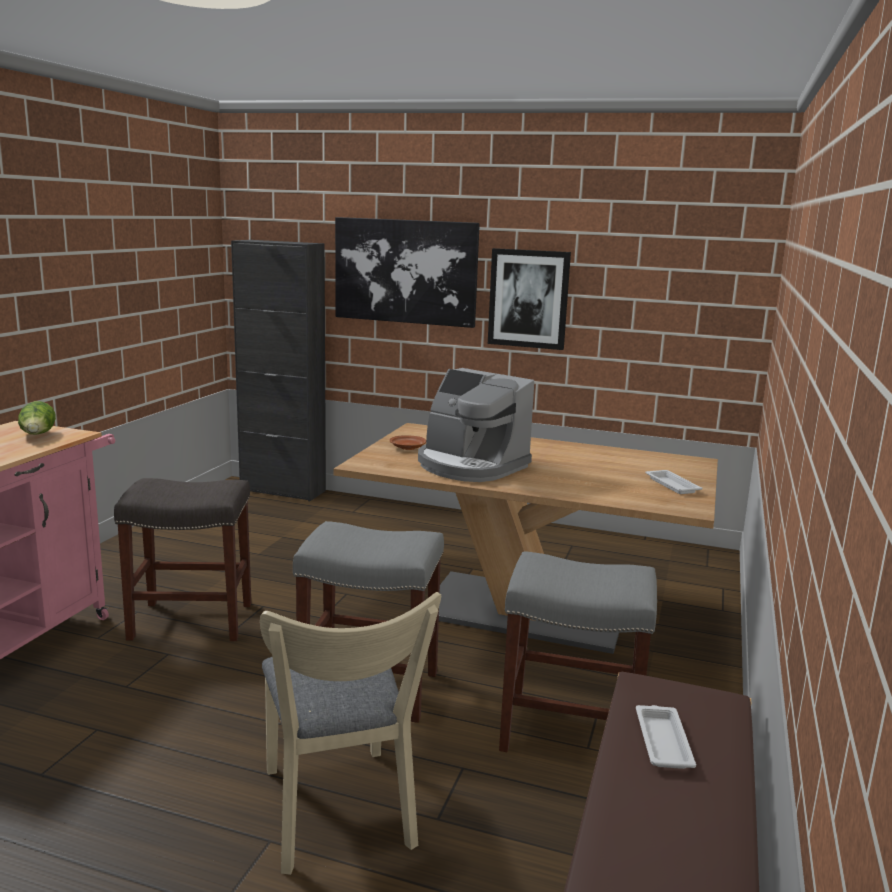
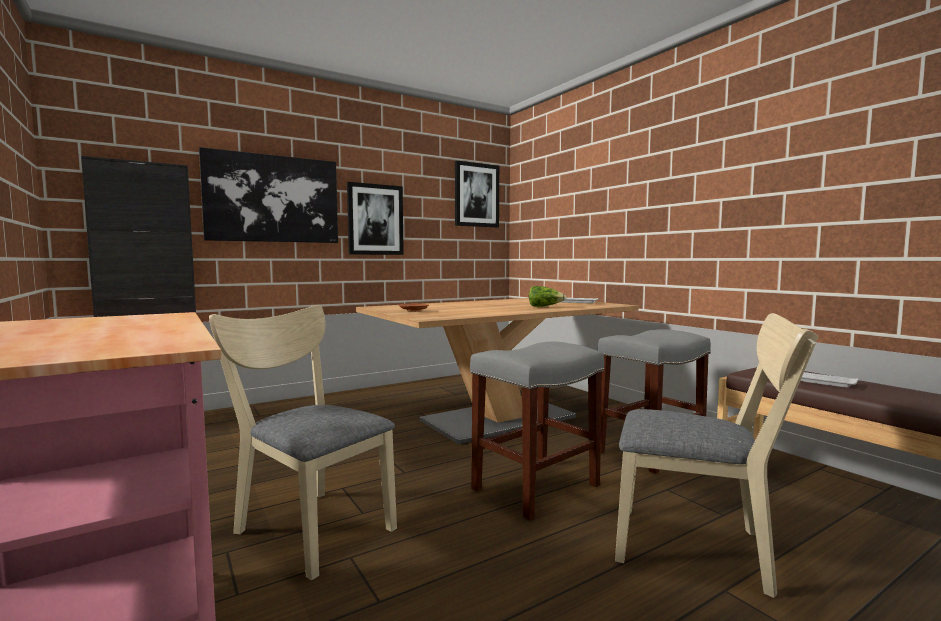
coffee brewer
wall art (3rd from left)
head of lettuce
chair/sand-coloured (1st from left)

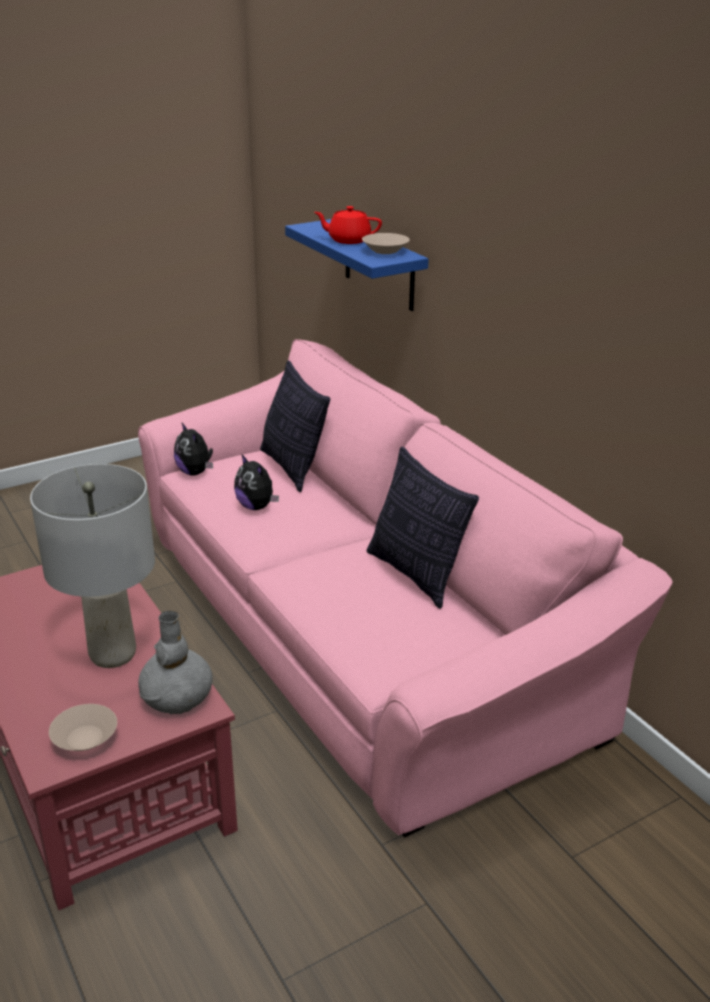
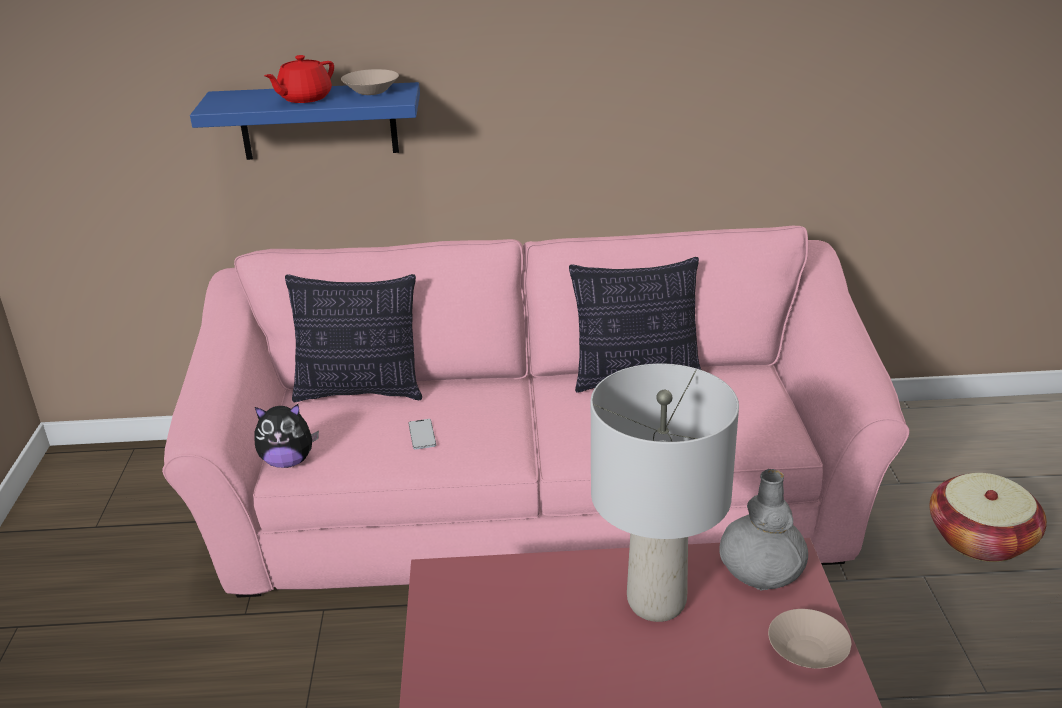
household basket
telephone

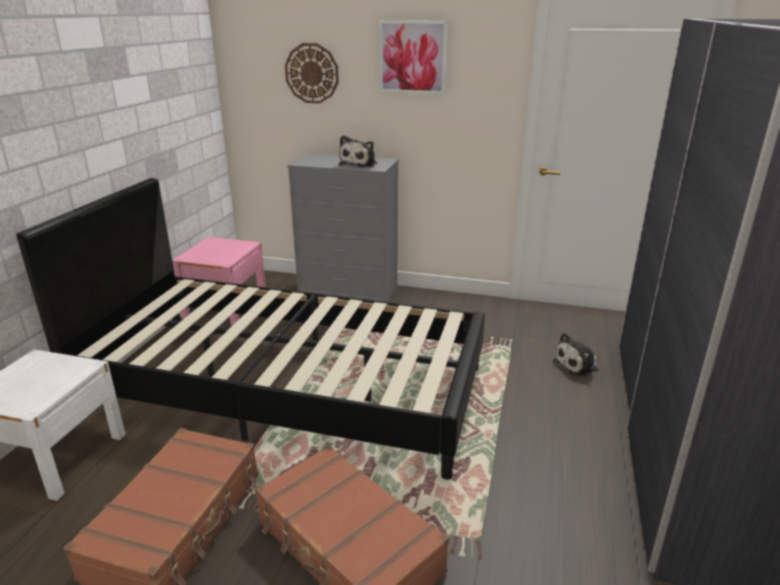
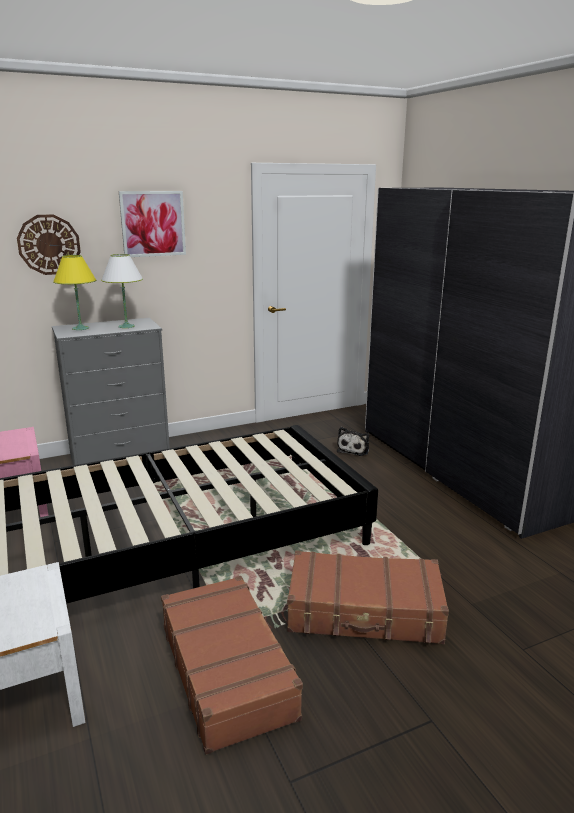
tabletop lamp/yellow
tabletop lamp/whitish

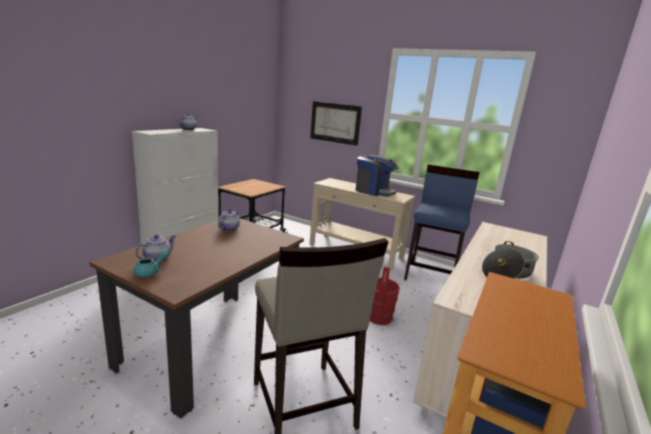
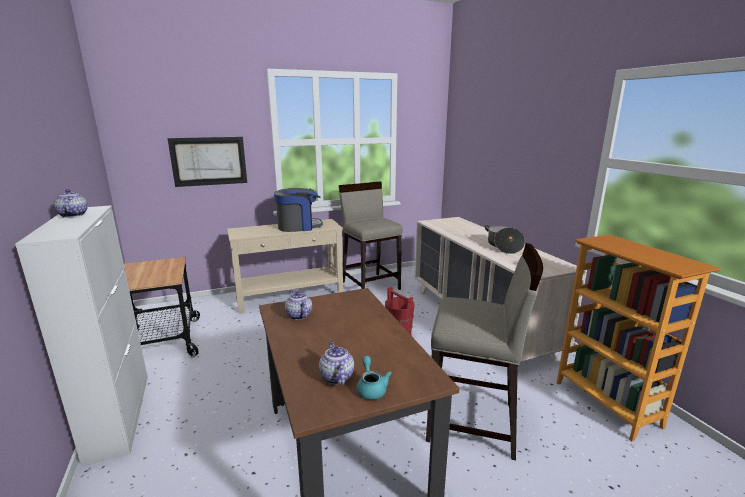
sitting stool/sand-coloured (1st from left)

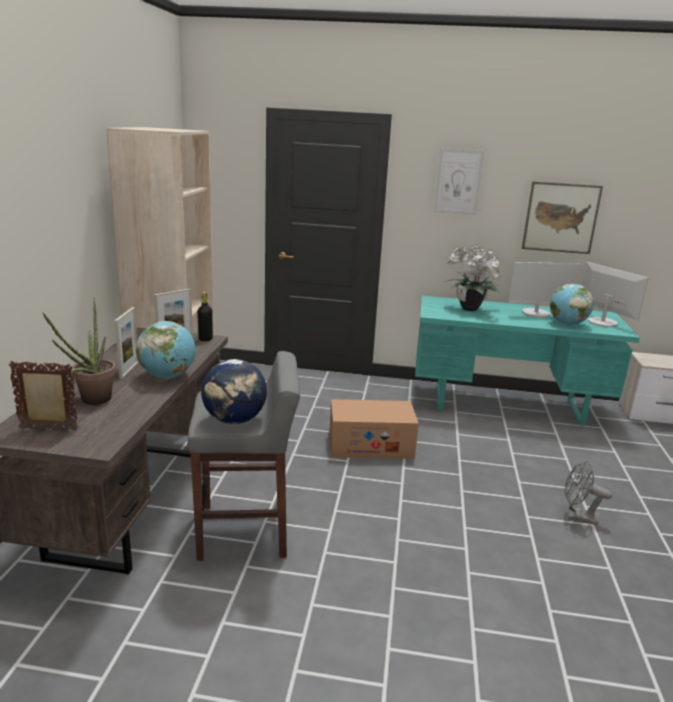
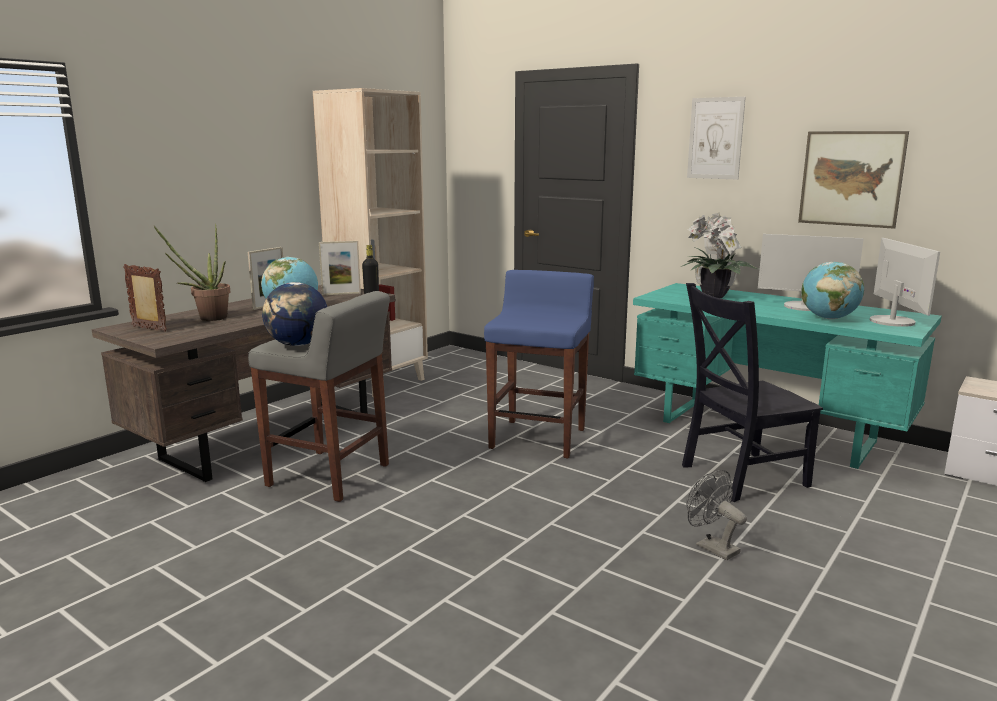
chair/blackish
sitting stool/blue

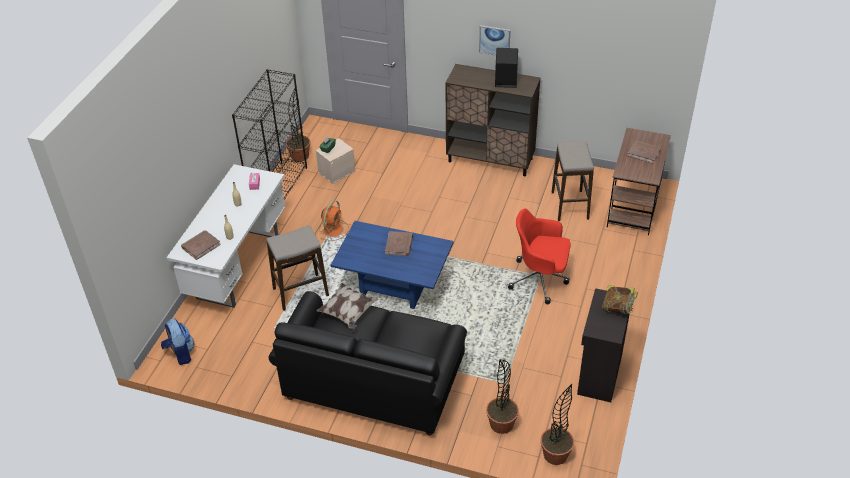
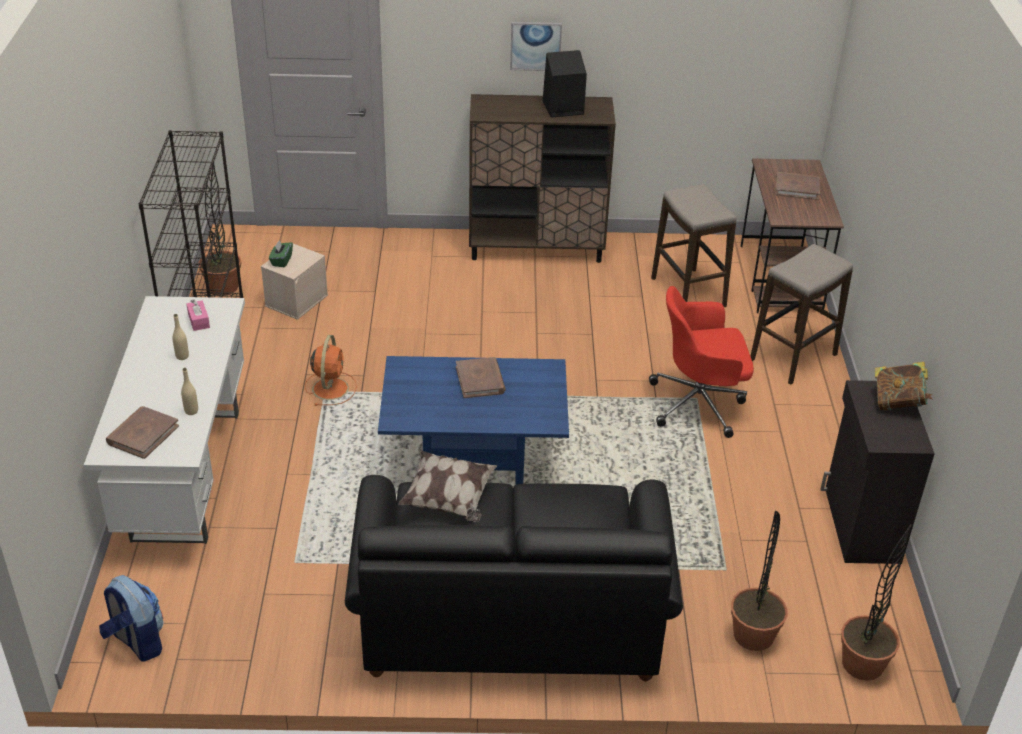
sitting stool (2nd from left)

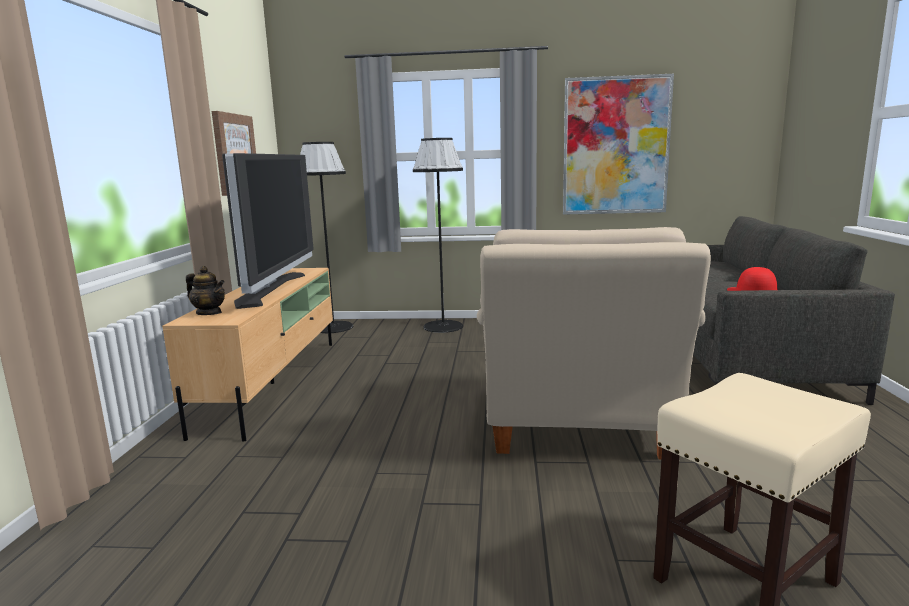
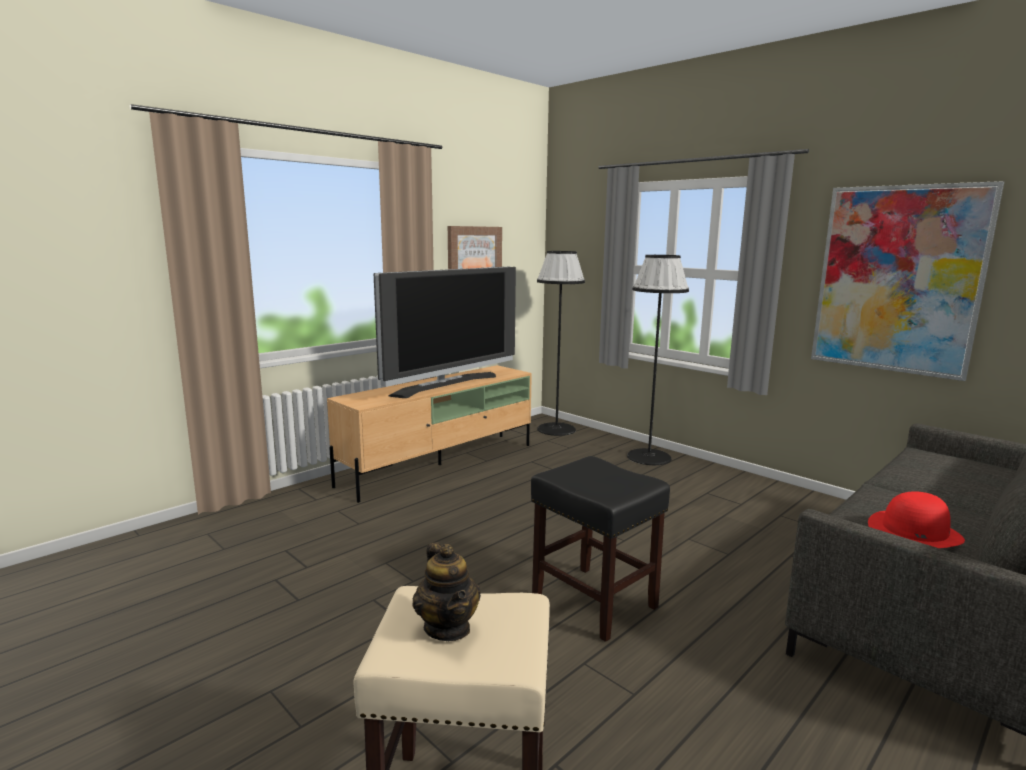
pot for tea
sitting stool/blackish

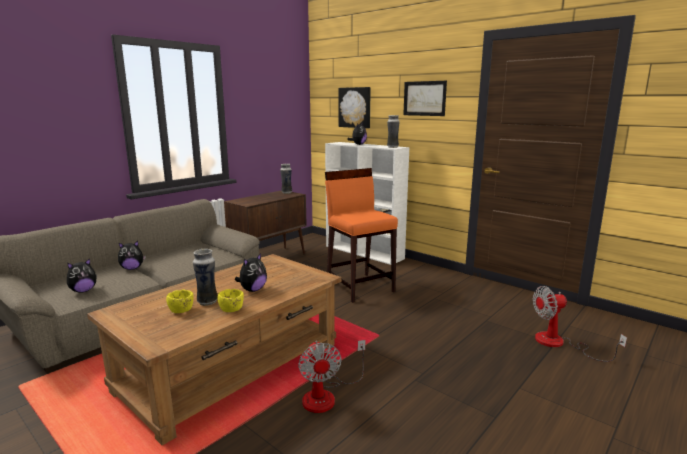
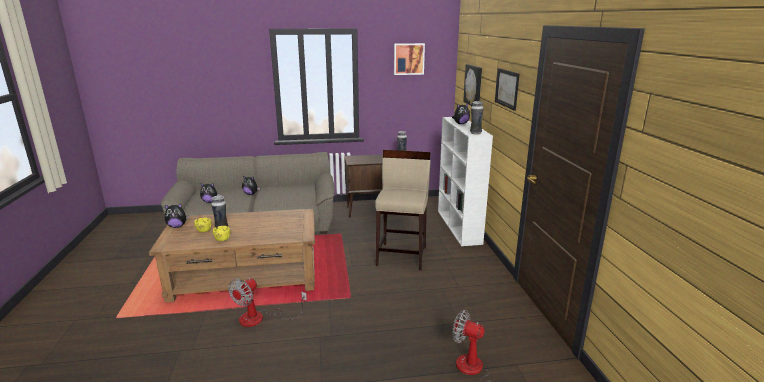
wall art (1st from left)
plush toy (1st from left)
sitting stool/sand-coloured

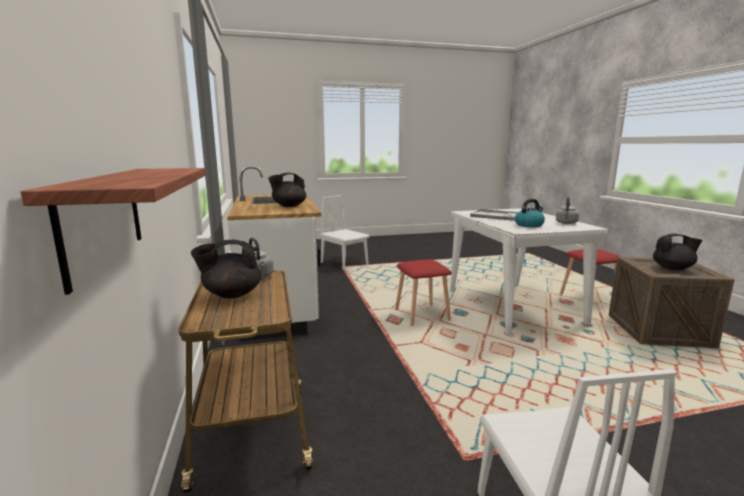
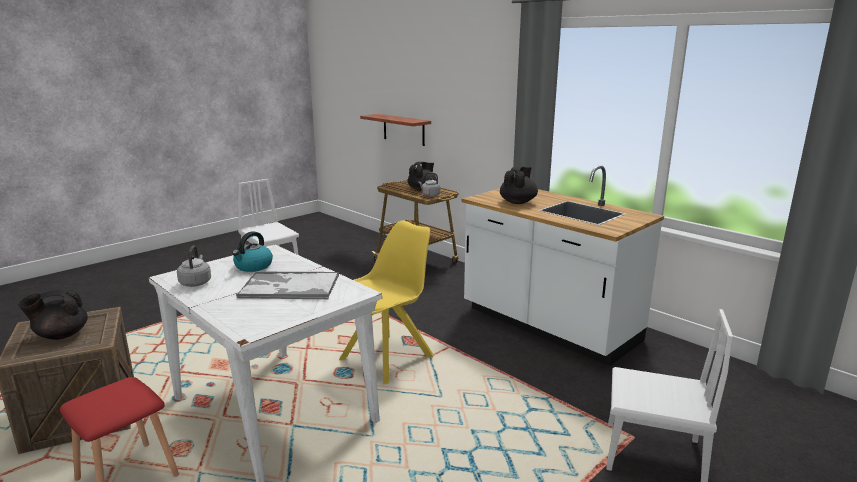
chair/yellow

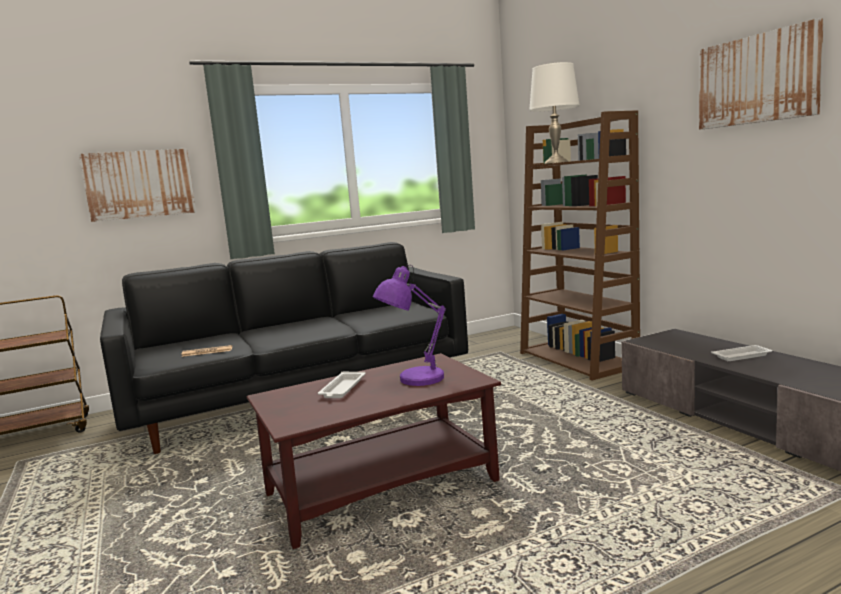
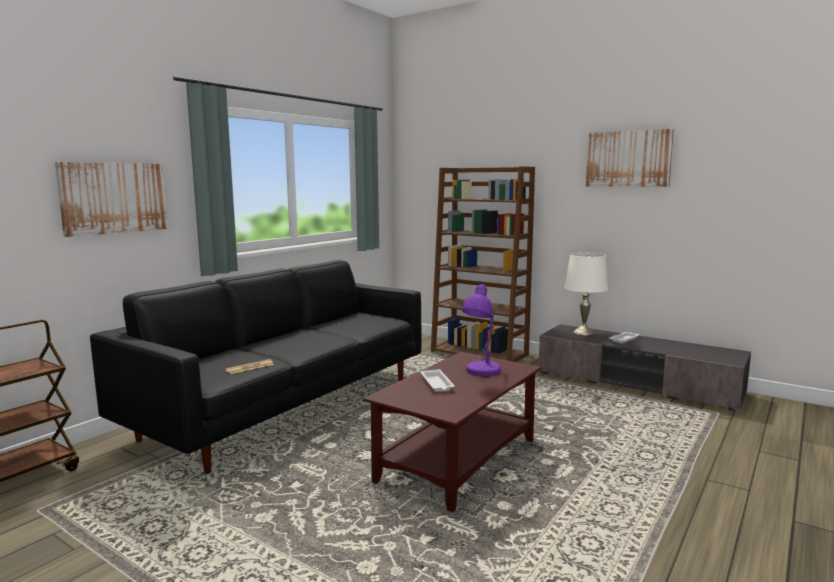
tabletop lamp/whitish

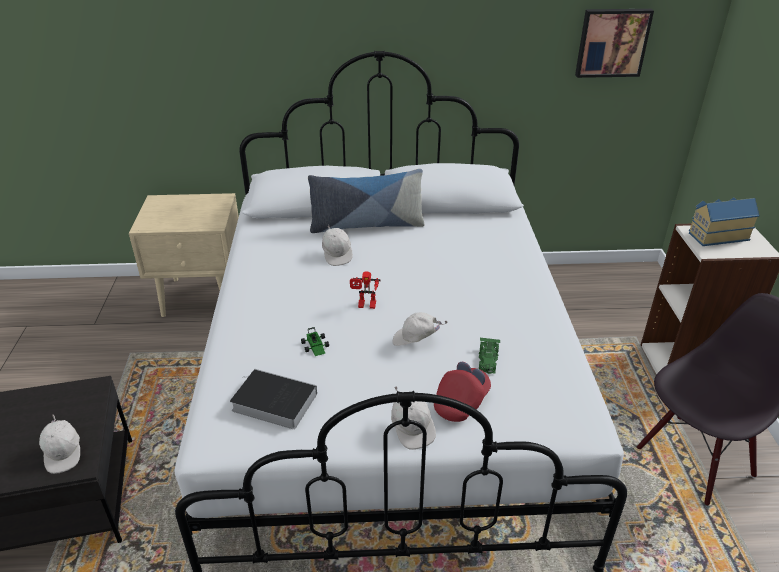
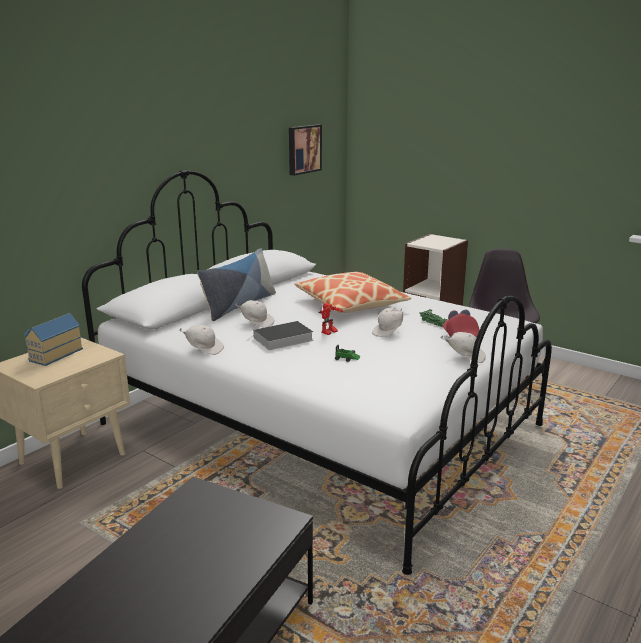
cushion (2nd from left)
cap/whitish (1st from left)
bound book
miniature house

